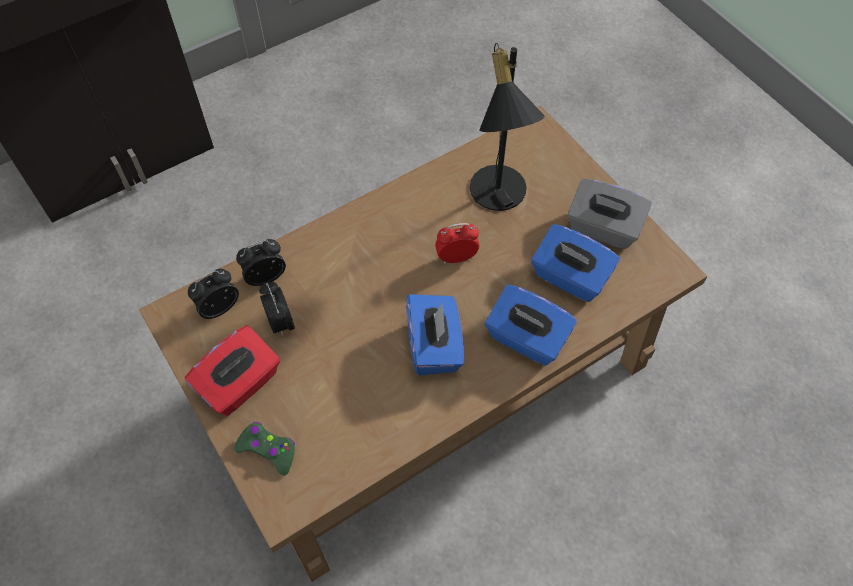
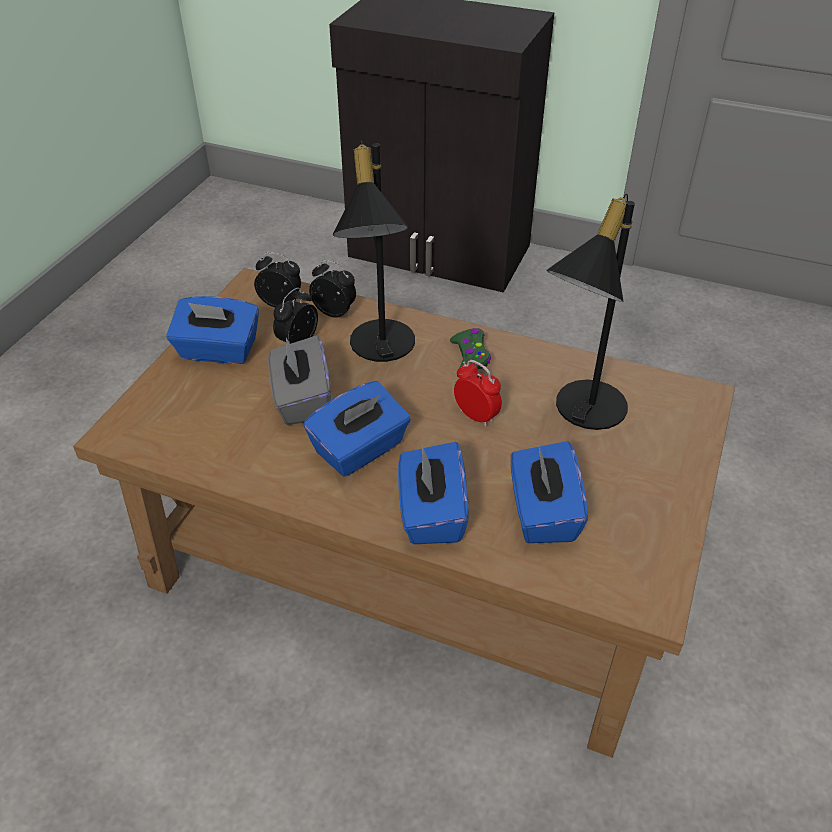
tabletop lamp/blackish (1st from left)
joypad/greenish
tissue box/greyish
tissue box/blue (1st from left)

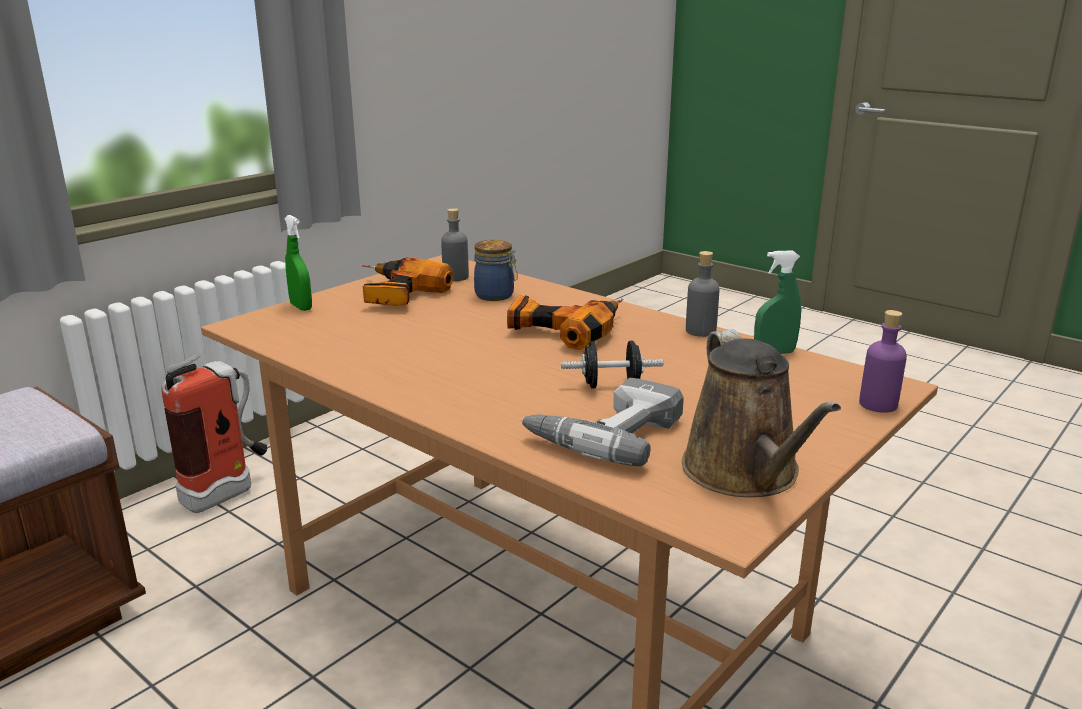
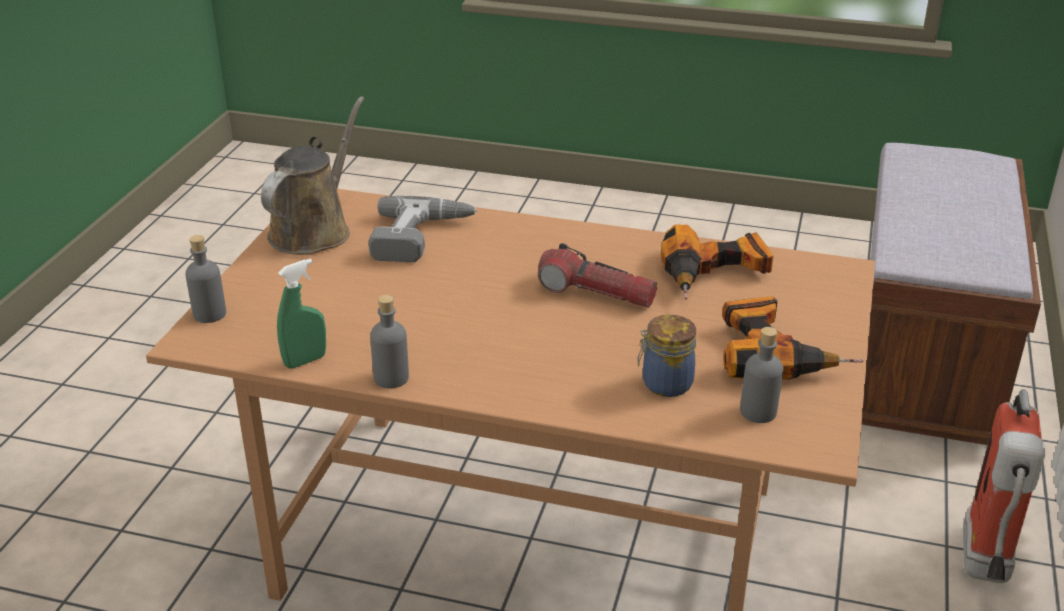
hand sprayer/greenish (1st from left in the first image)
hand weight/blackish
torch
drill (2nd from left)
beverage bottle/greyish (1st from left)
watering can/brown-coloured

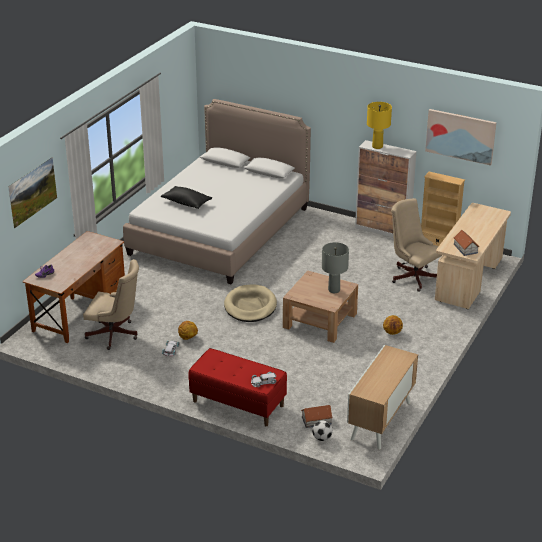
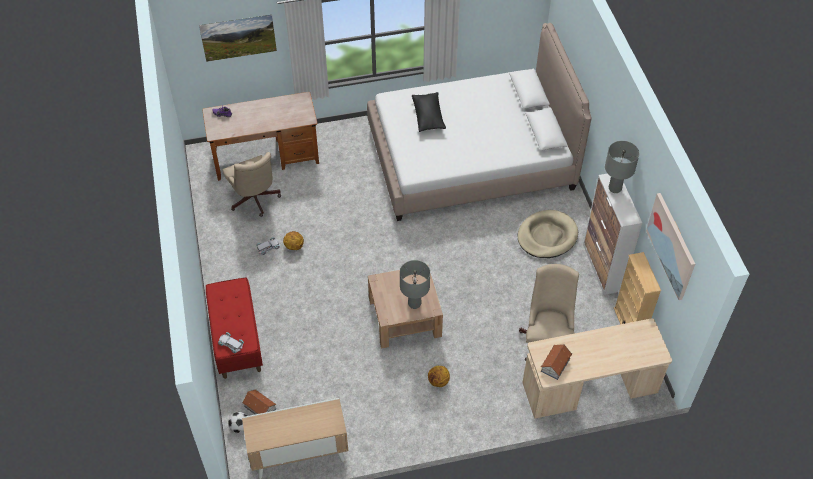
pet bed/sand-coloured
tabletop lamp/greyish (2nd from left)

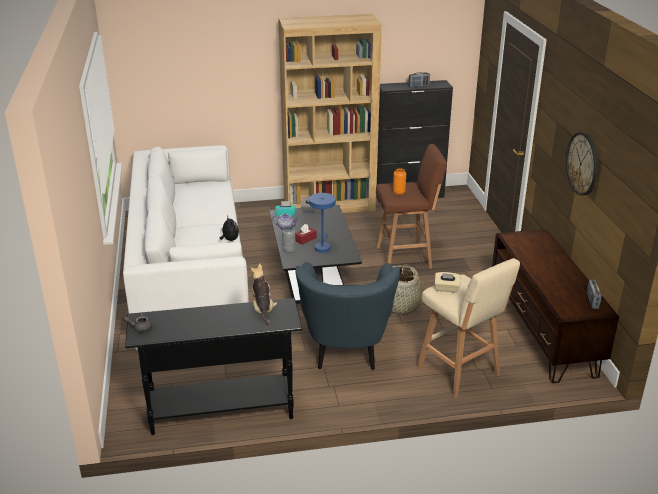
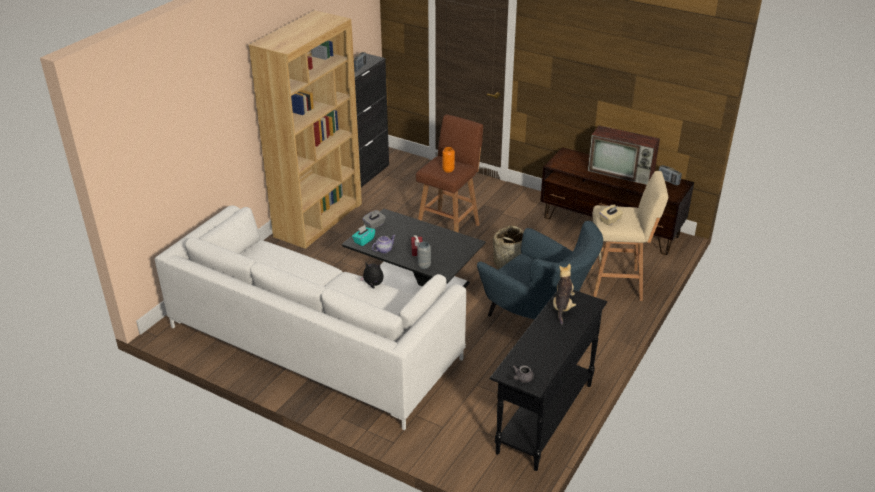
tabletop lamp/blue
clock on the wall
TV
plush toy (2nd from left)

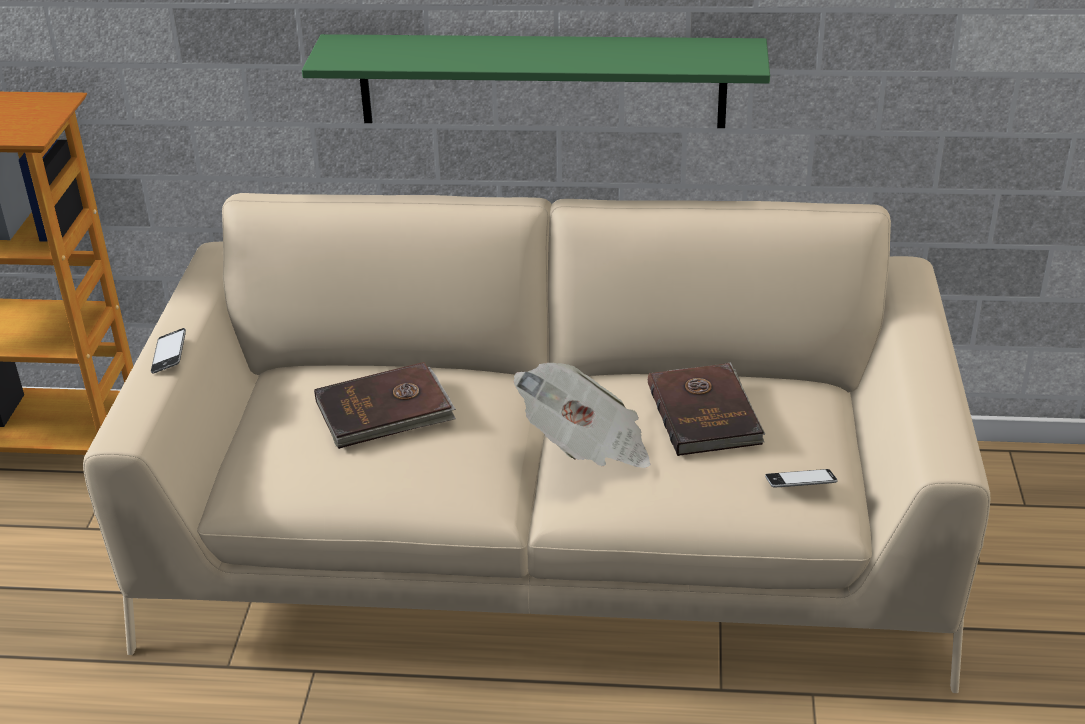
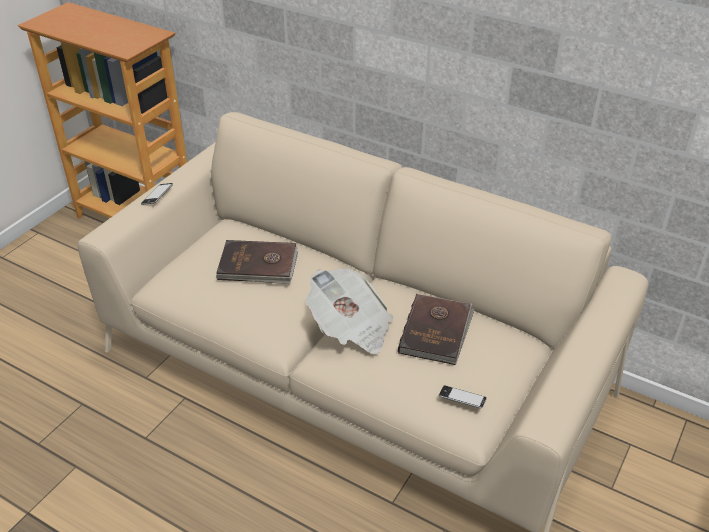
wall shelf/greenish

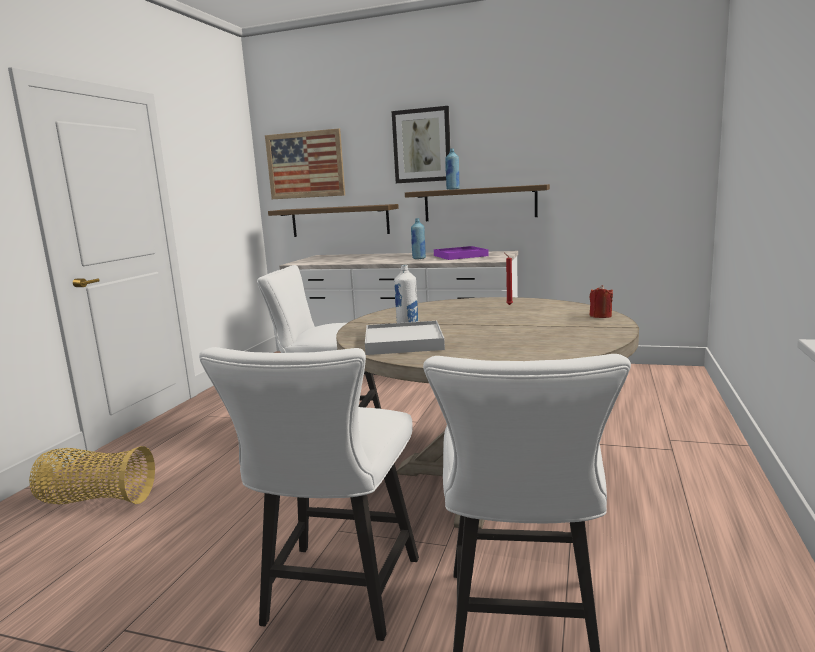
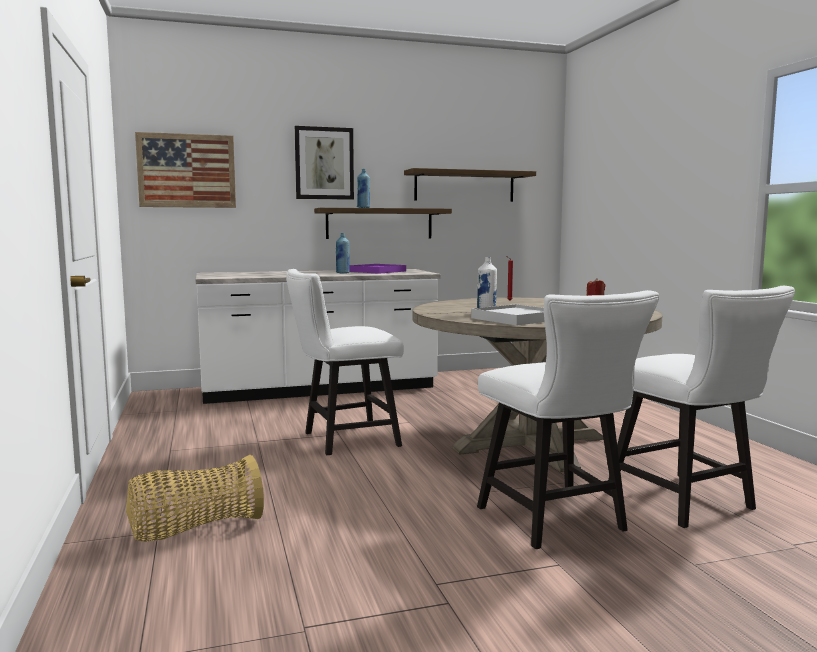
wall shelf (2nd from left)

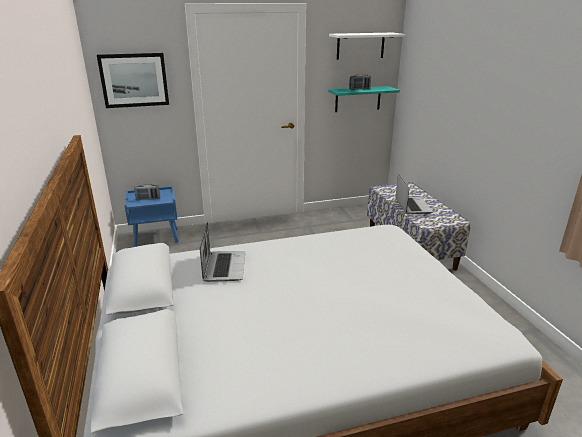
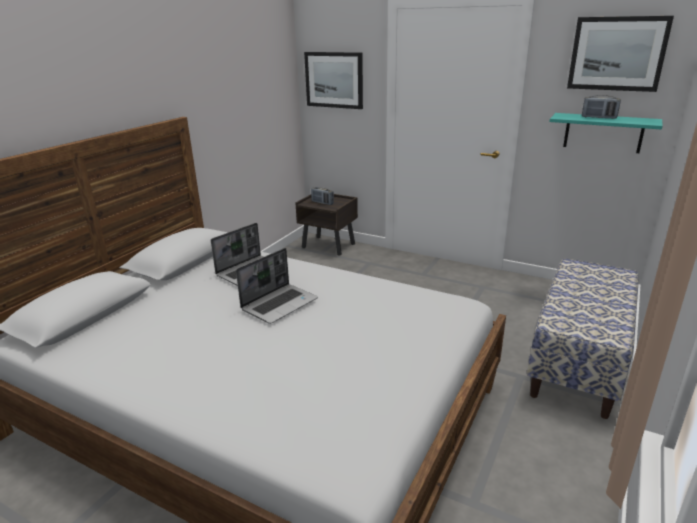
notebook computer (2nd from left)
wall art (2nd from left)
bedside table/brown-coloured

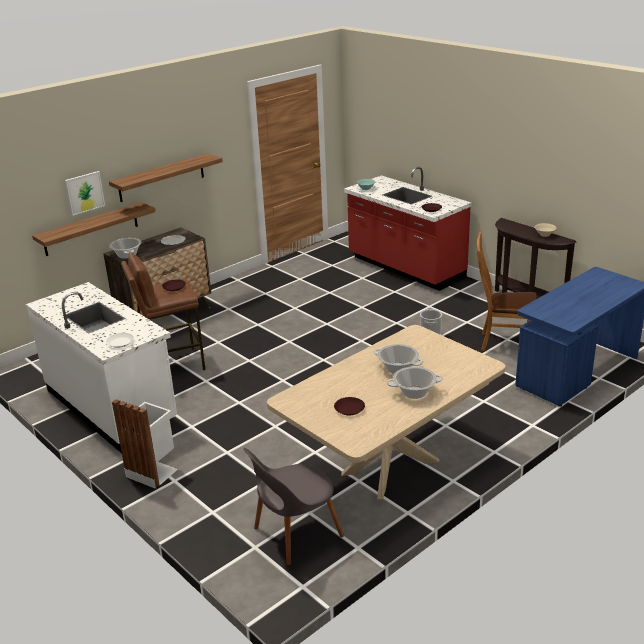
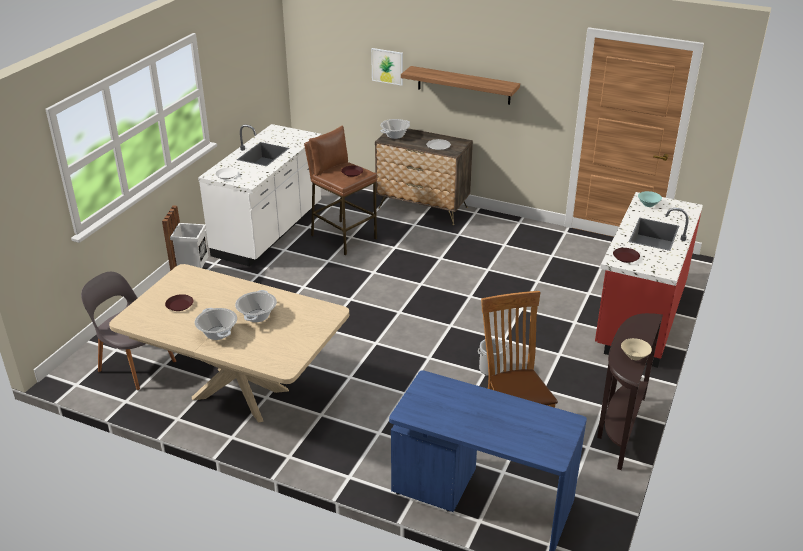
wall shelf (1st from left in the first image)

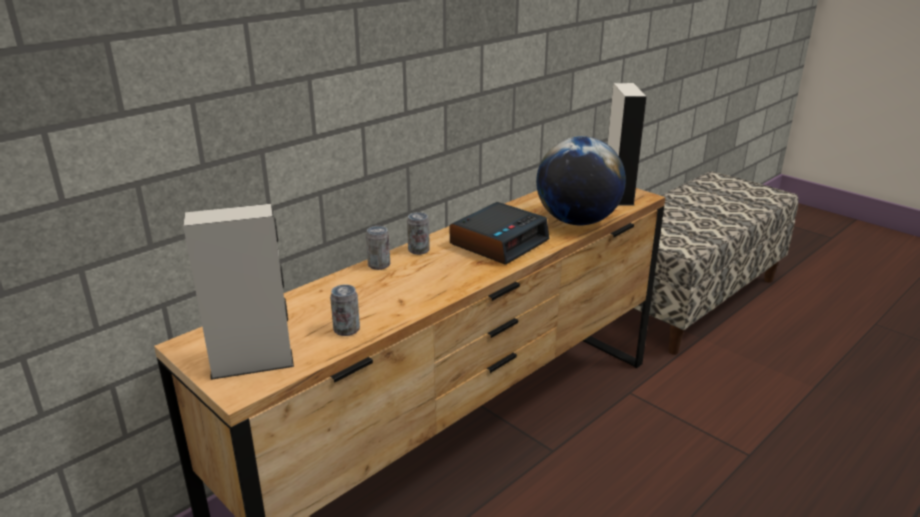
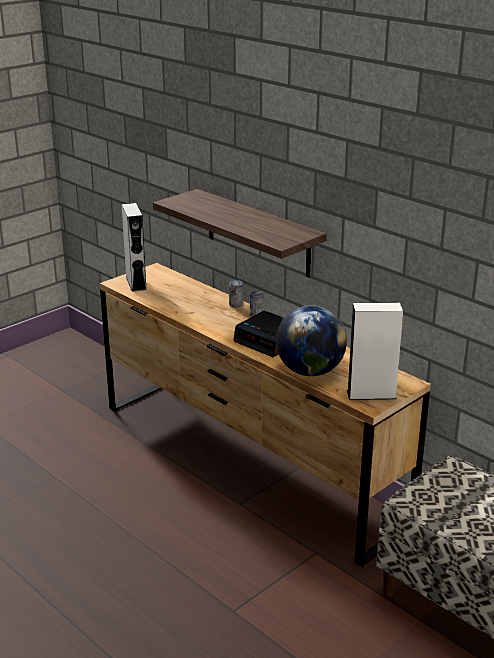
metal can (1st from left in the first image)
wall shelf

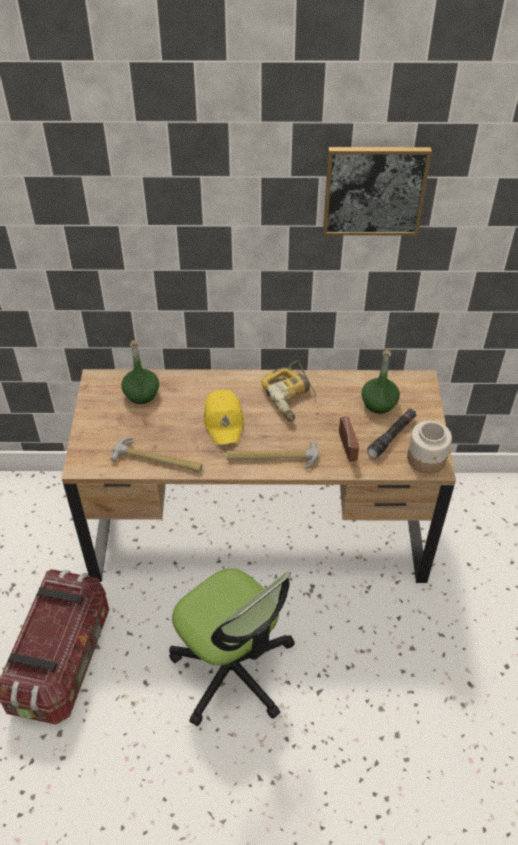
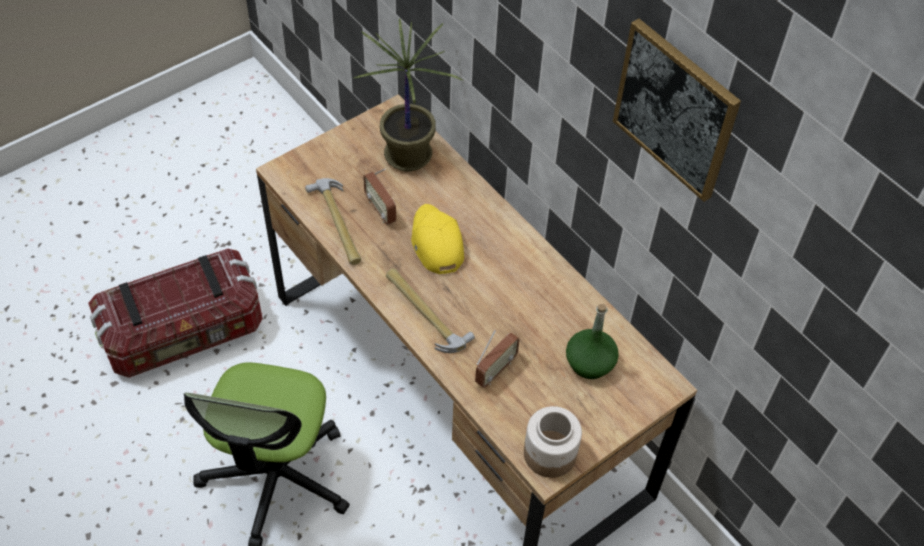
drill
torch/blackish
radio set (1st from left)
potted plant
cap/yellow

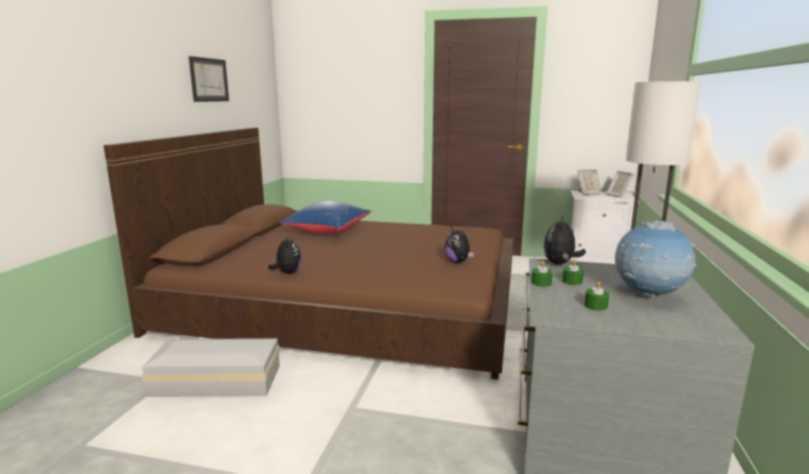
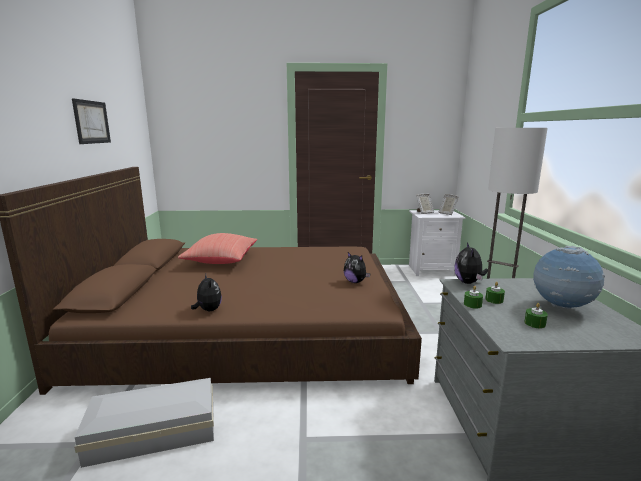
cushion/red-coloured

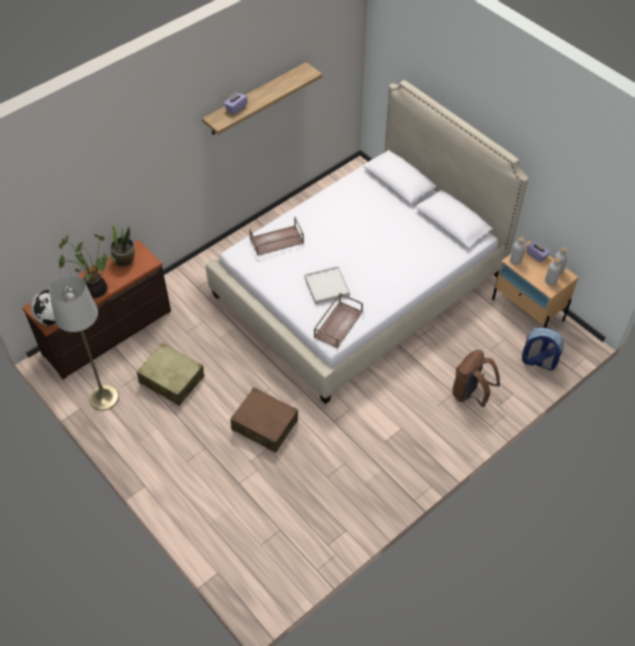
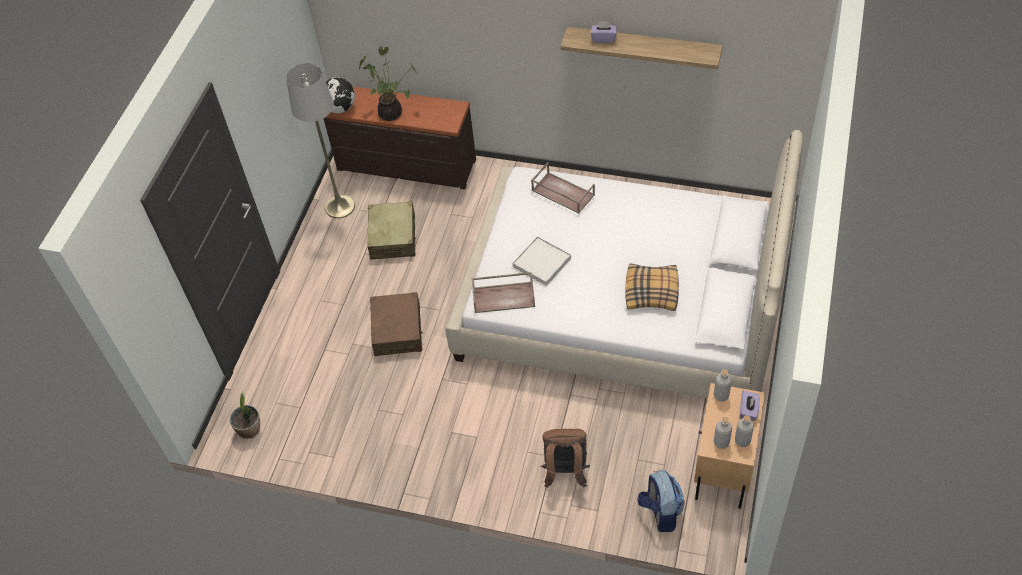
cushion
potted plant (1st from left)

